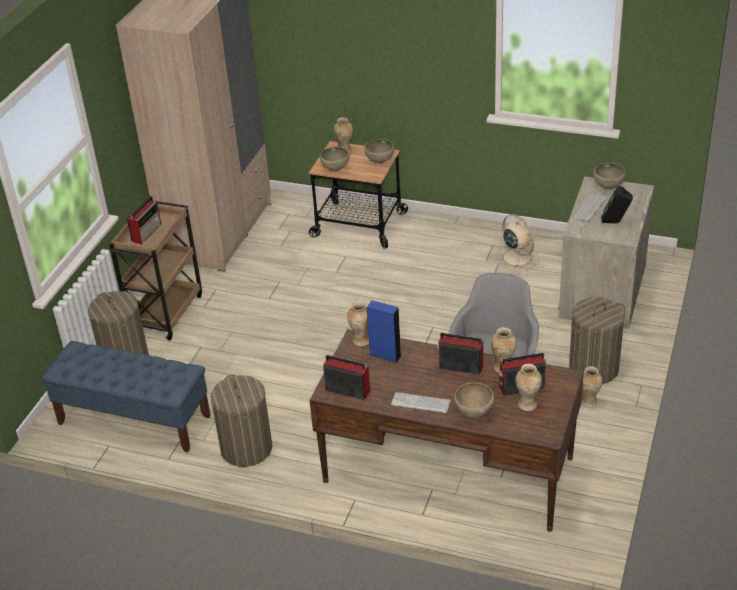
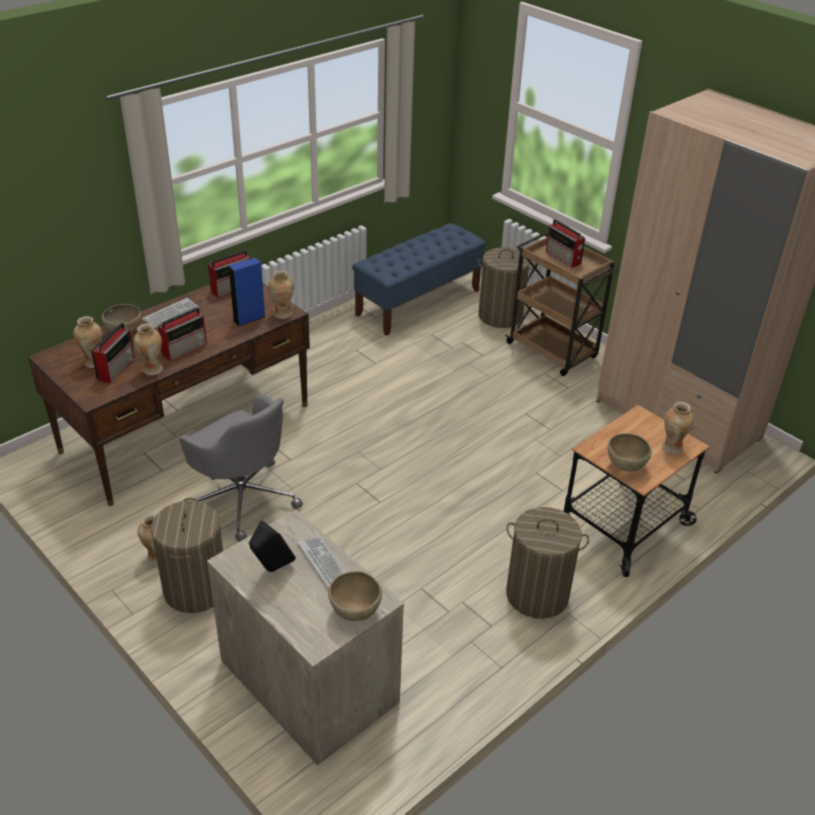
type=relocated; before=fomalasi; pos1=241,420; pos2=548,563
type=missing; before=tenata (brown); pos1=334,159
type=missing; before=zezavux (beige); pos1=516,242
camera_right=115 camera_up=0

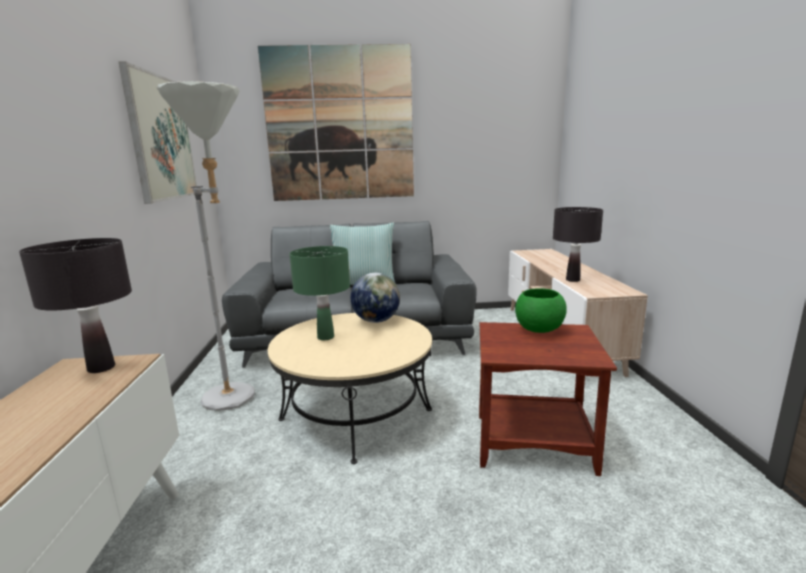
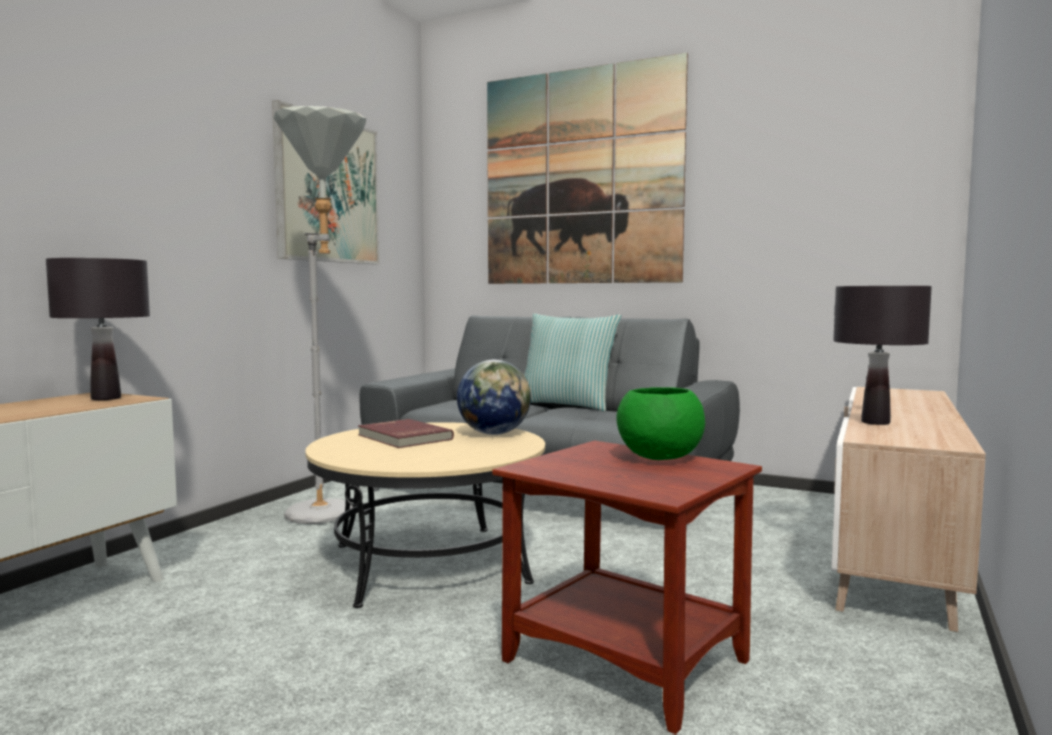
type=exchanged; before=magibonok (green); after=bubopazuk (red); pos1=320,293; pos2=406,433
camera_right=30 camera_up=-10

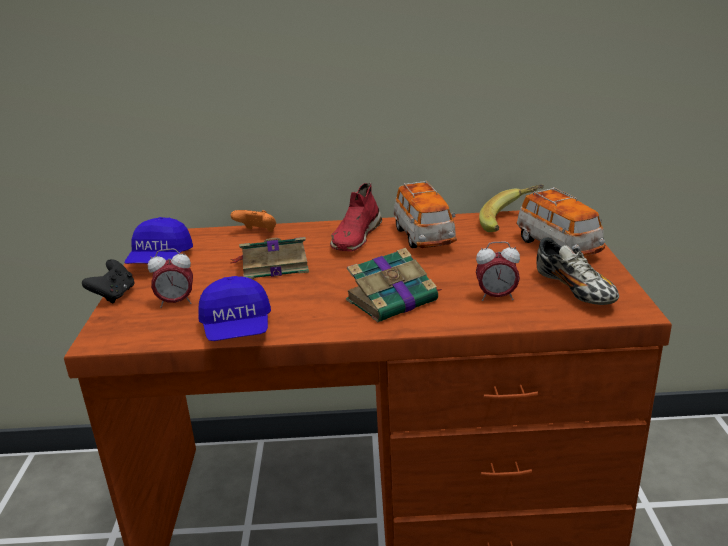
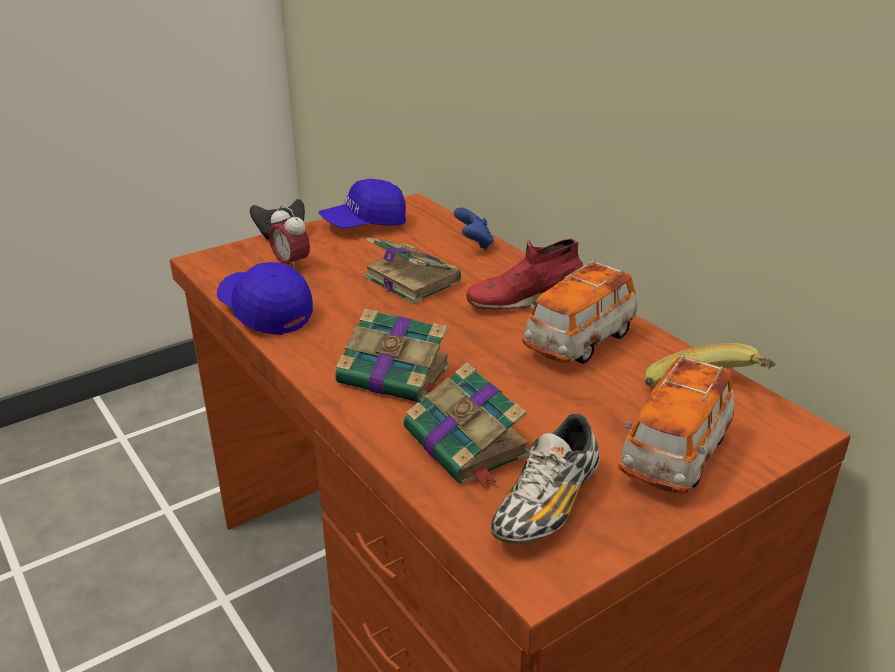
type=spun; before=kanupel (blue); pos1=234,308; pos2=265,298; turn=90
type=colour; before=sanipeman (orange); after=sanipeman (blue); pos1=253,221; pos2=474,228
type=exchanged; before=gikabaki; after=bubopazuk; pos1=498,271; pos2=466,424
camera_right=55 camera_up=5

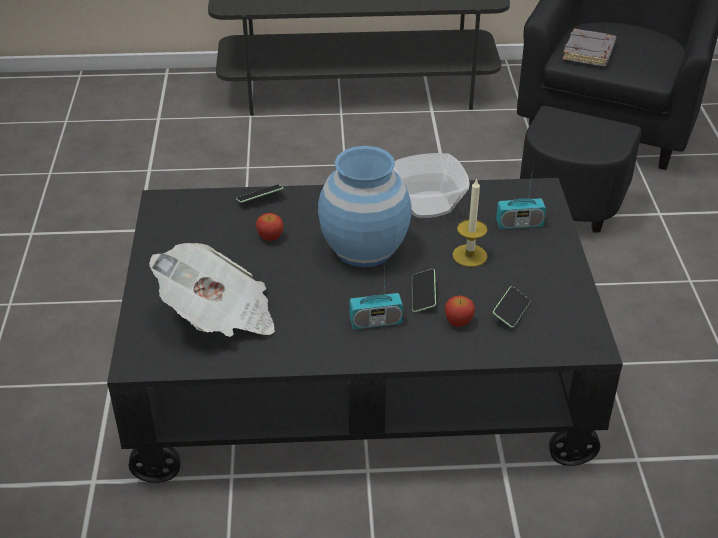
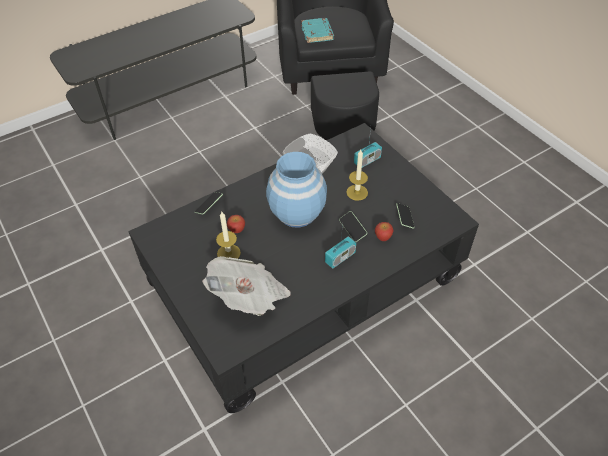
type=colour; before=bubopazuk (grey); after=bubopazuk (turquoise); pos1=589,47; pos2=317,30
type=appeared; after=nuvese; pos2=228,235
camera_right=-30 camera_up=10

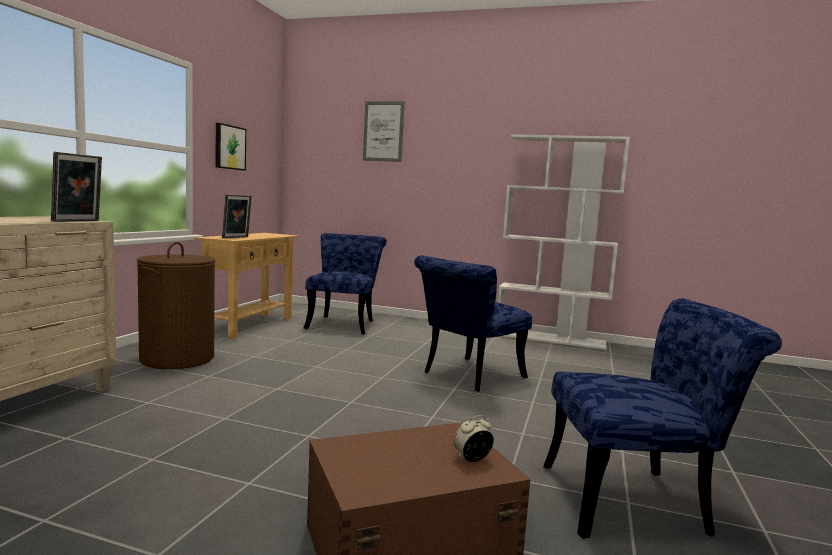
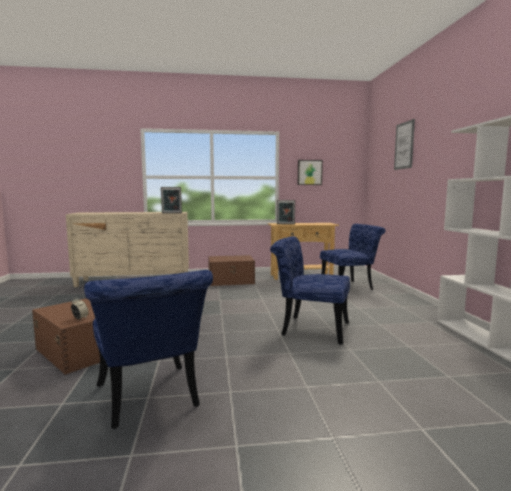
type=exchanged; before=fomalasi (brown); after=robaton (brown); pos1=176,305; pos2=231,270
camera_right=65 camera_up=0

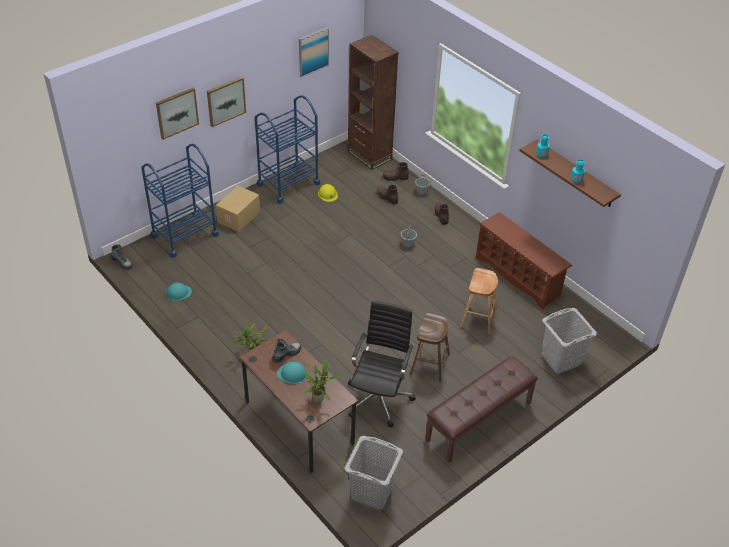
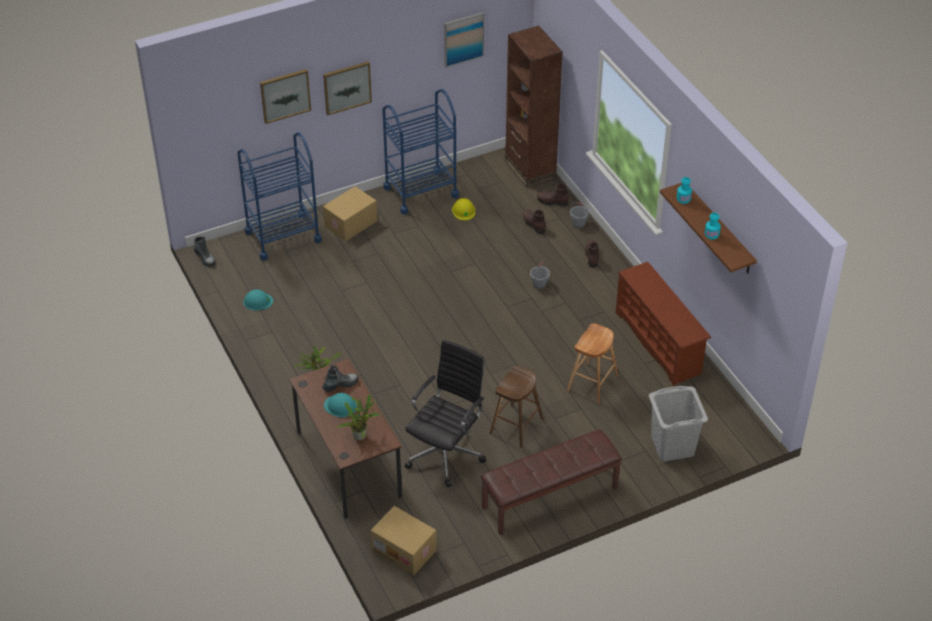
type=exchanged; before=fomalasi (grey); after=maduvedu; pos1=374,473; pos2=404,541
camera_right=15 camera_up=0

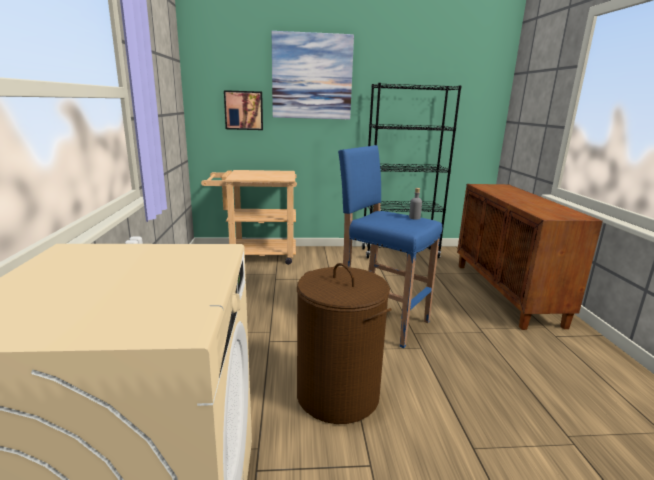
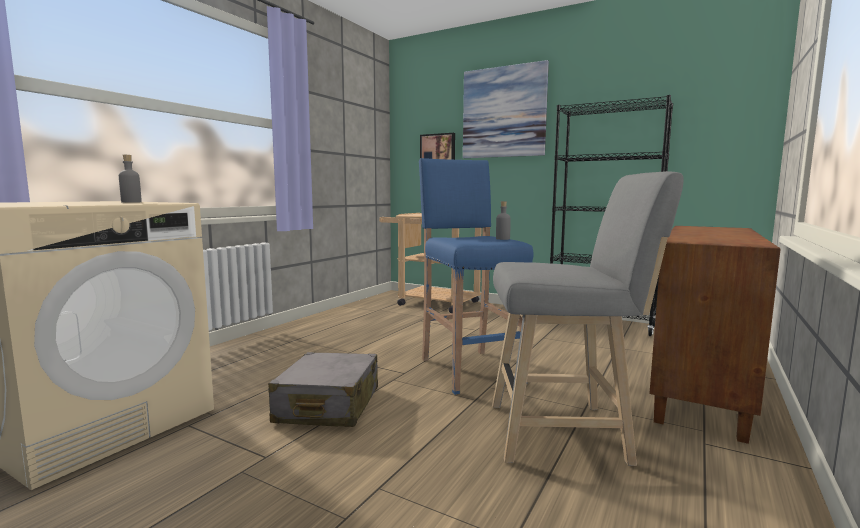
type=exchanged; before=fomalasi (brown); after=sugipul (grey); pos1=344,343; pos2=323,389
type=appeared; after=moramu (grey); pos2=130,179
type=appeared; after=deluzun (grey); pos2=588,318
camera_right=35 camera_up=-10

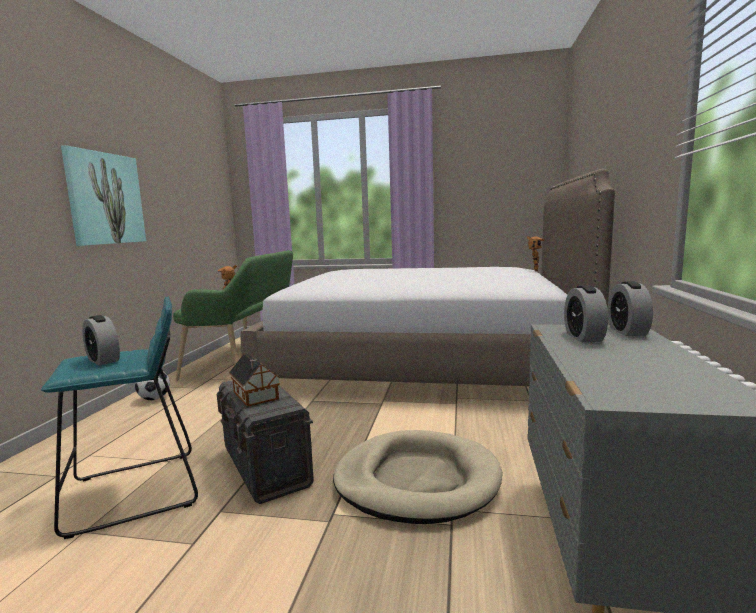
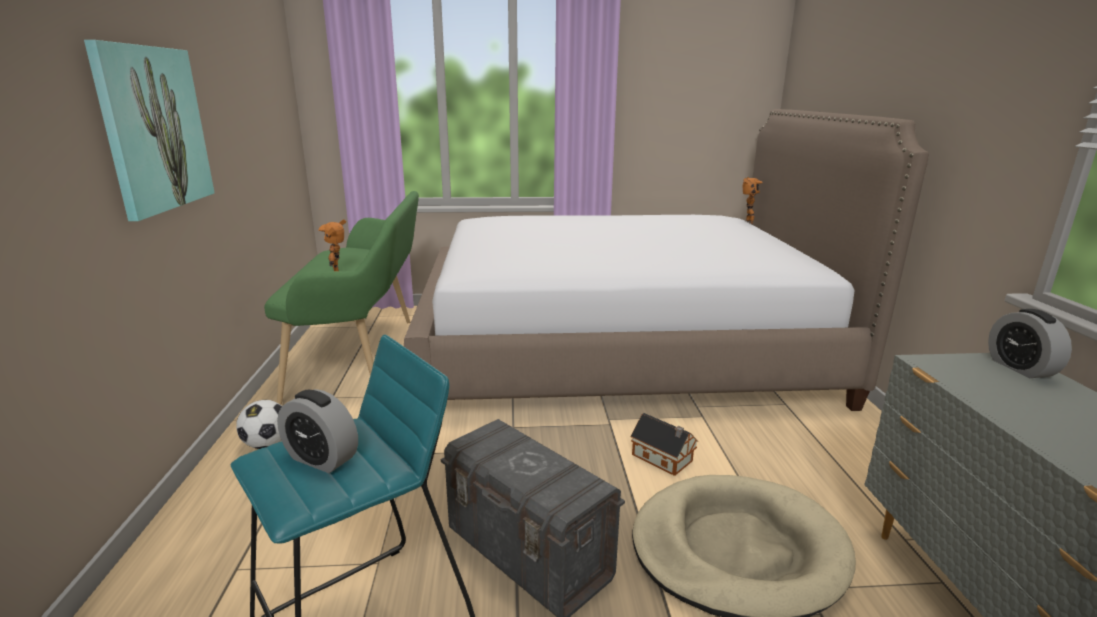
type=relocated; before=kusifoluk; pos1=255,380; pos2=664,444
type=missing; before=gikabaki; pos1=586,313
camera_right=-15 camera_up=10

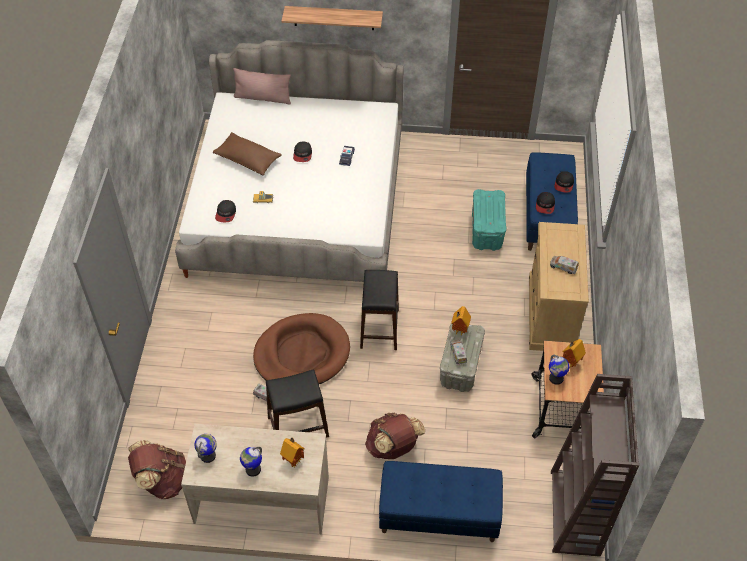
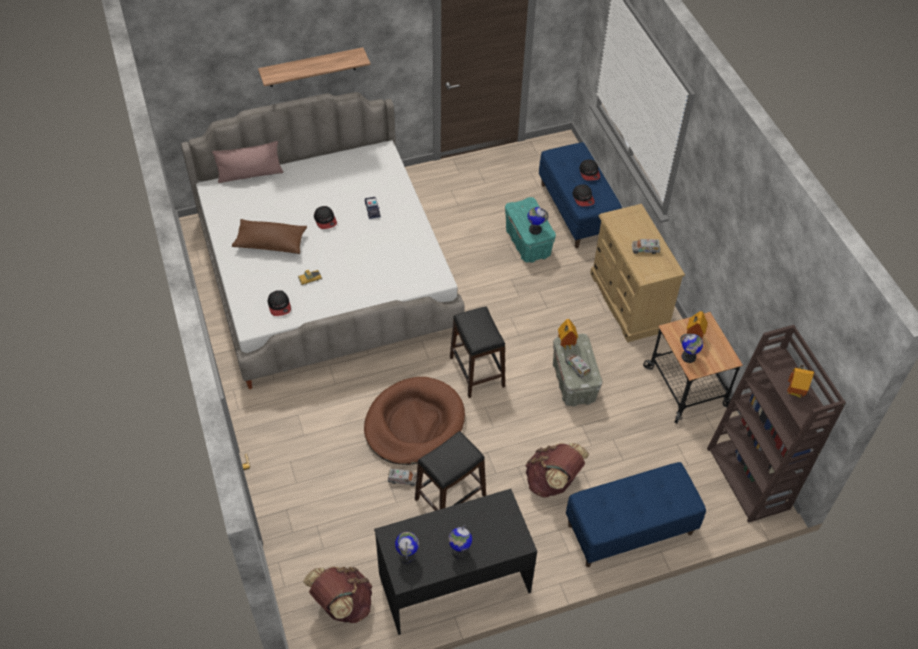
type=colour; before=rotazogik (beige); after=rotazogik (black); pos1=255,479; pos2=455,562
type=relocated; before=kusifoluk; pos1=292,452; pos2=800,381
type=appeared; after=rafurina; pos2=538,221
camera_right=-25 camera_up=0

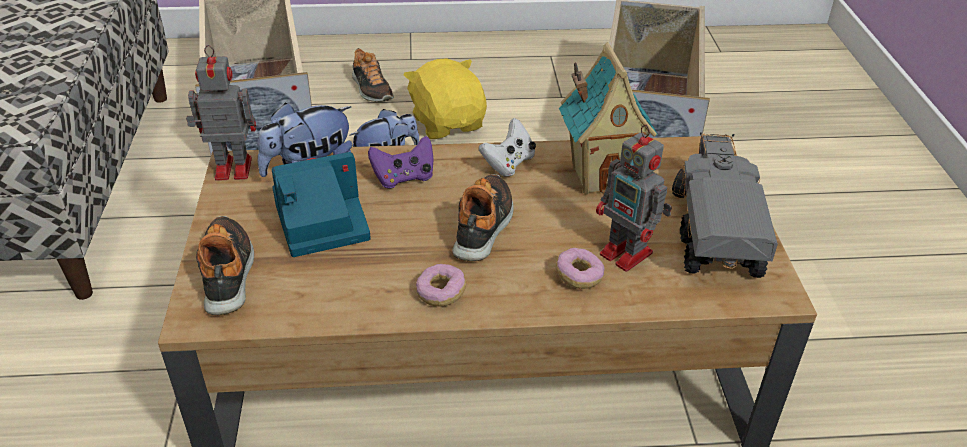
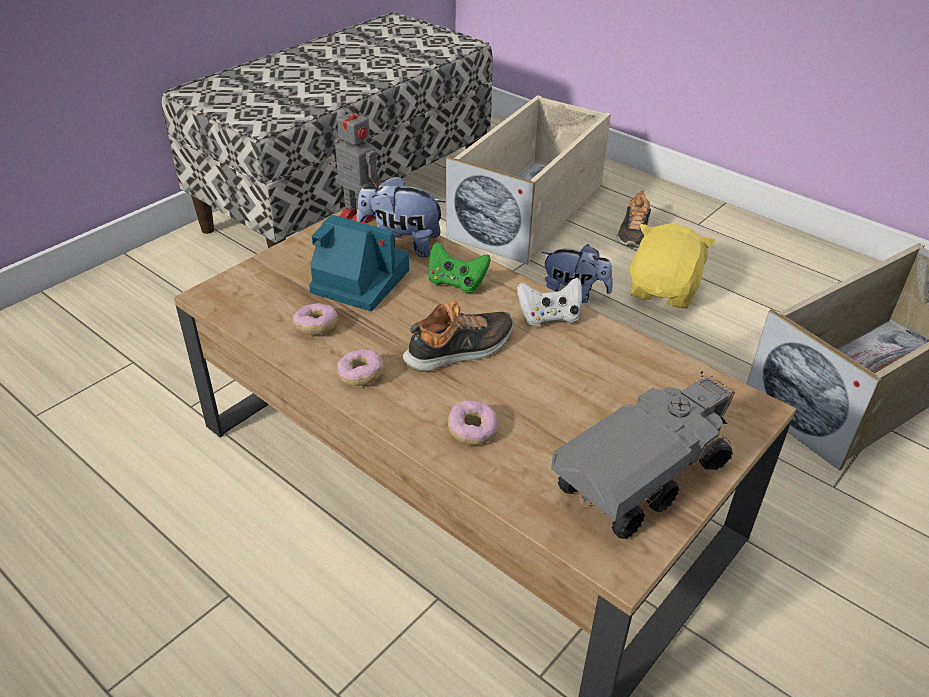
type=missing; before=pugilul; pos1=225,265
type=colour; before=sanipeman (purple); after=sanipeman (green); pos1=401,162; pos2=460,267
type=missing; before=kusifoluk; pos1=608,119
type=missing; before=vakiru; pos1=634,198
type=appeared; after=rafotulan; pos2=315,319
camera_right=45 camera_up=0

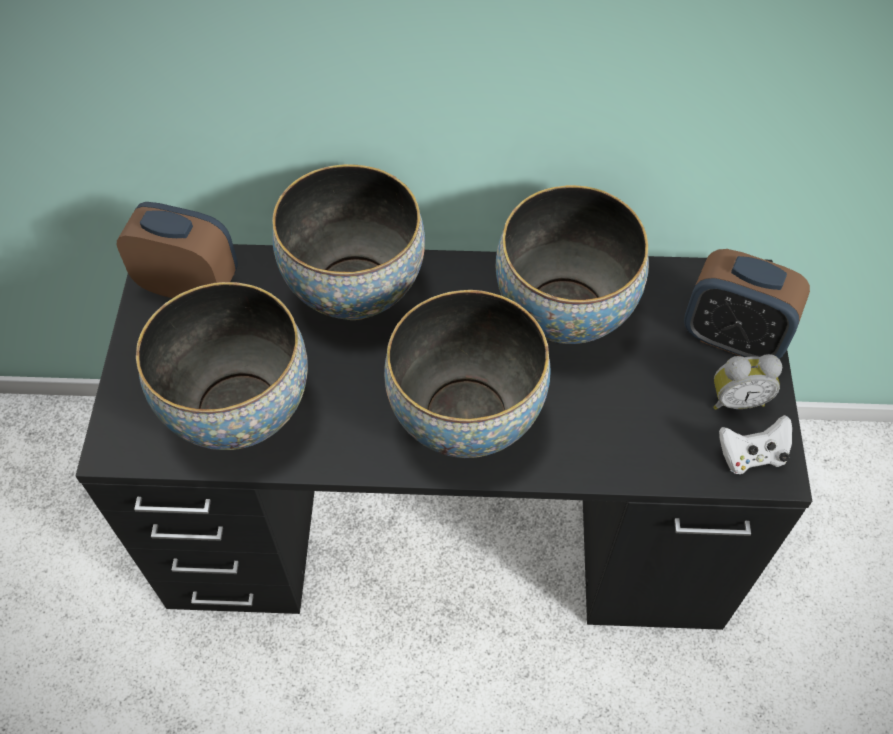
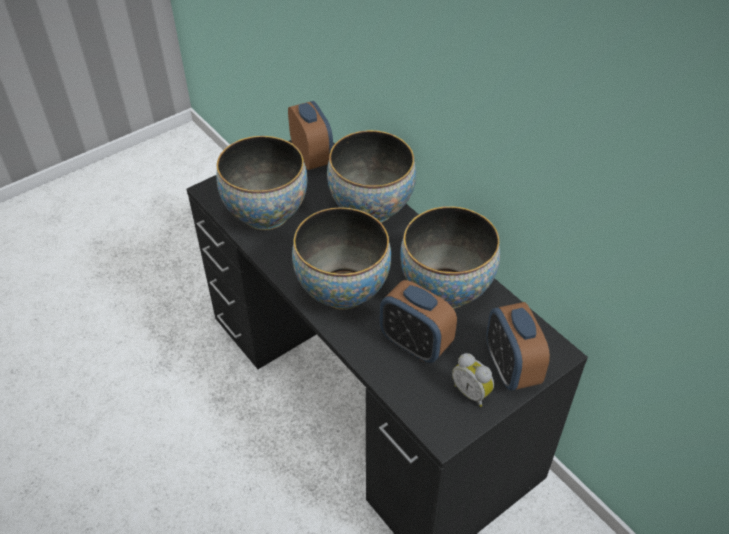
type=missing; before=sanipeman (white); pos1=755,444
type=appeared; after=gikabaki; pos2=418,321
camera_right=50 camera_up=-10

